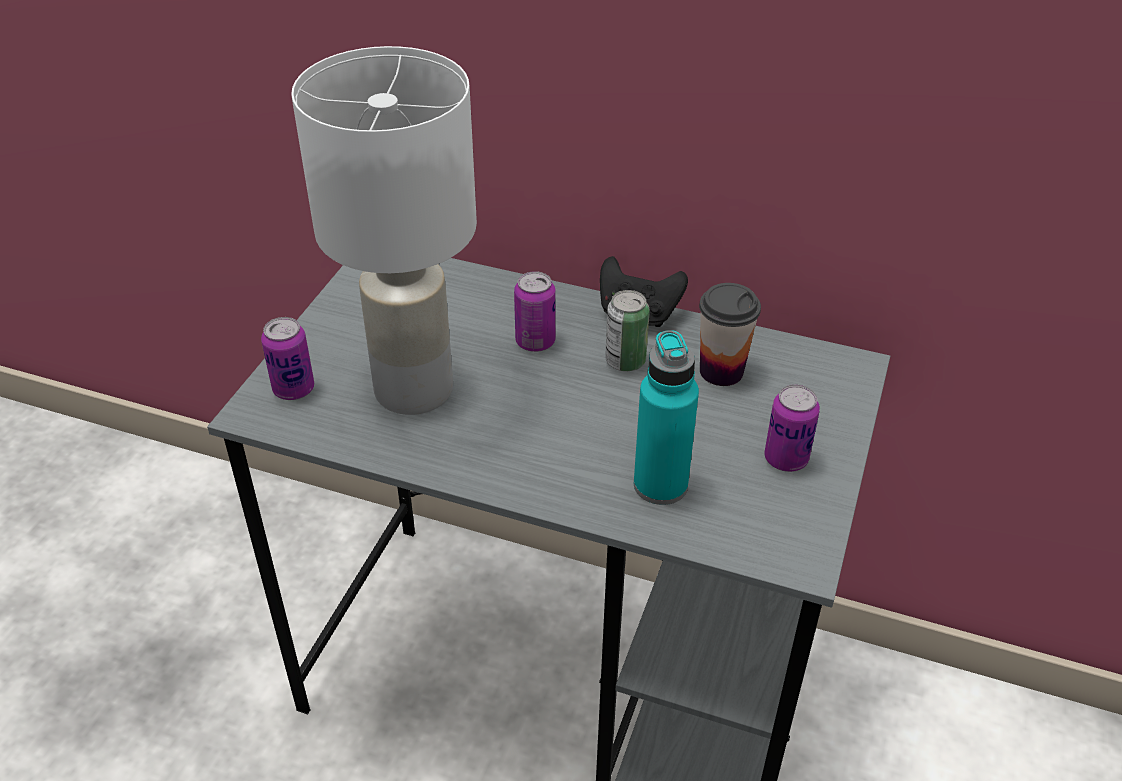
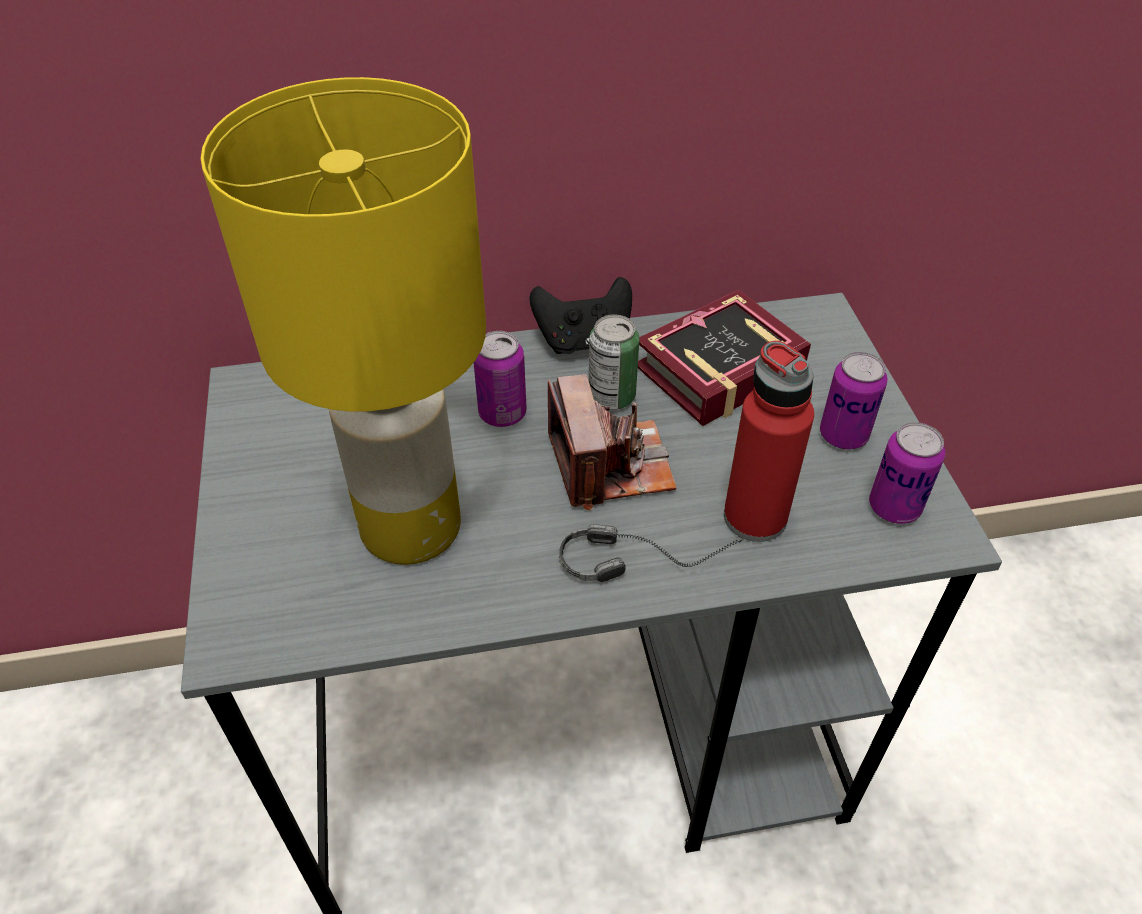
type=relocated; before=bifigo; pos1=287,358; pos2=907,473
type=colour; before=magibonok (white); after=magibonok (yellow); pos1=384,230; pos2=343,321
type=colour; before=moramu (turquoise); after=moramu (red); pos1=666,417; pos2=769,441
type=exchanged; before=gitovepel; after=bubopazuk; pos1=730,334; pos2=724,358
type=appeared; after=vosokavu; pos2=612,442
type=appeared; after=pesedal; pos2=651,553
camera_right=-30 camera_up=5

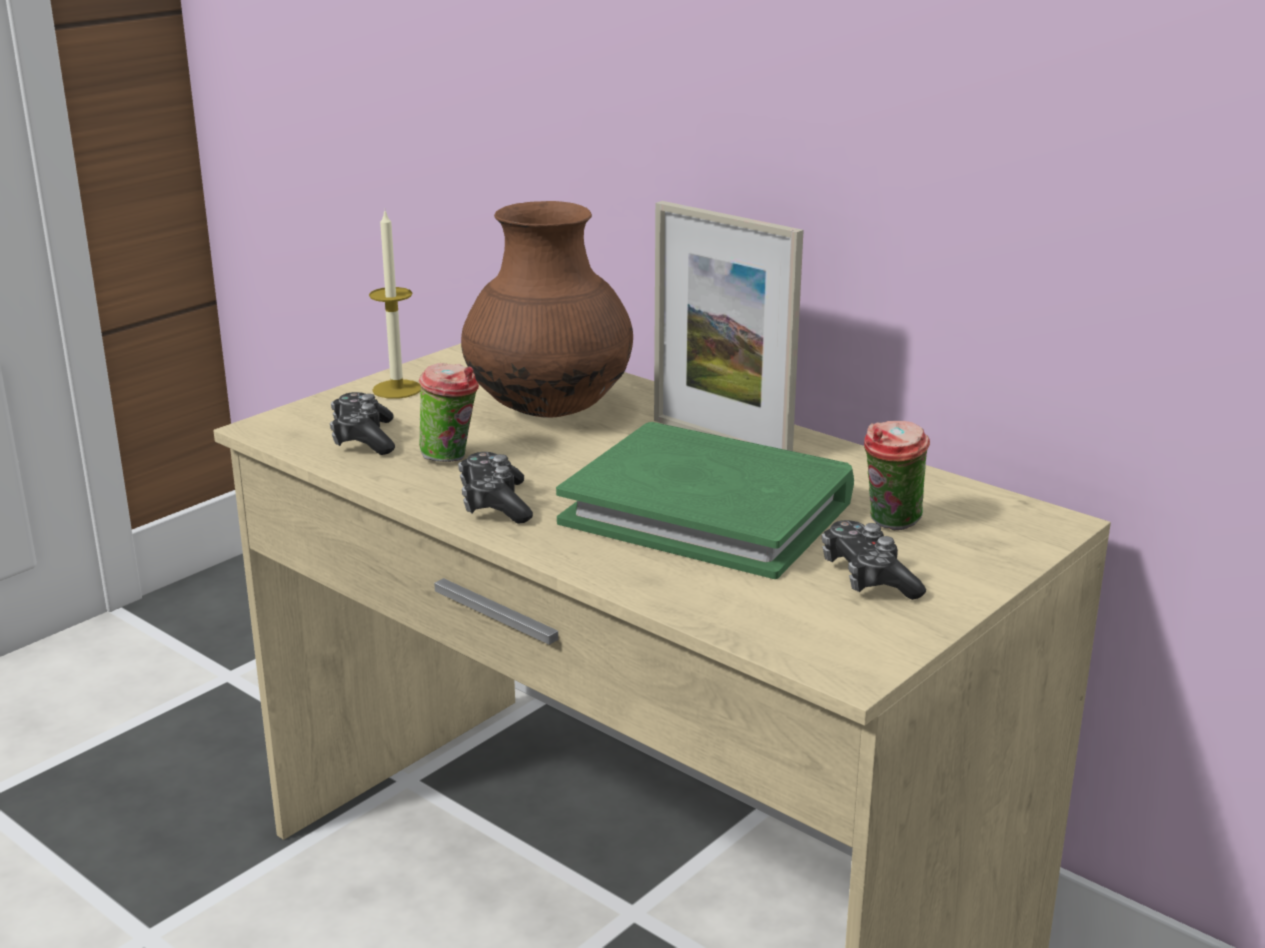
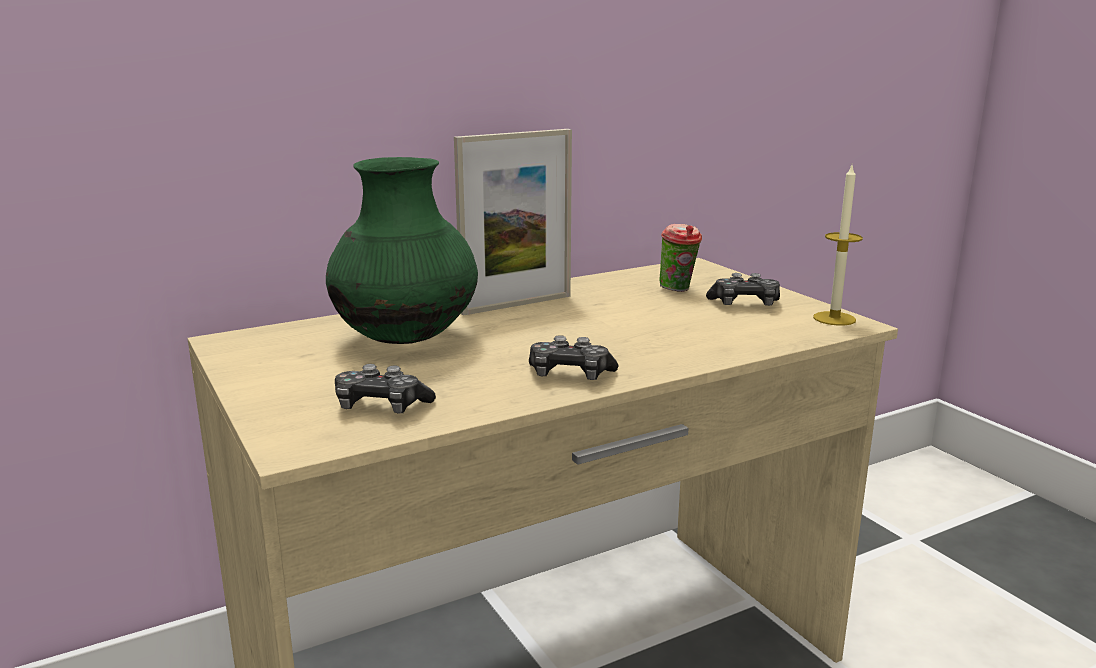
type=relocated; before=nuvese; pos1=395,305; pos2=838,245
type=missing; before=gitovepel; pos1=449,412
type=colour; before=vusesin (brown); after=vusesin (green); pos1=547,309; pos2=402,250
type=missing; before=bubopazuk (green); pos1=705,500
camera_right=-70 camera_up=-5

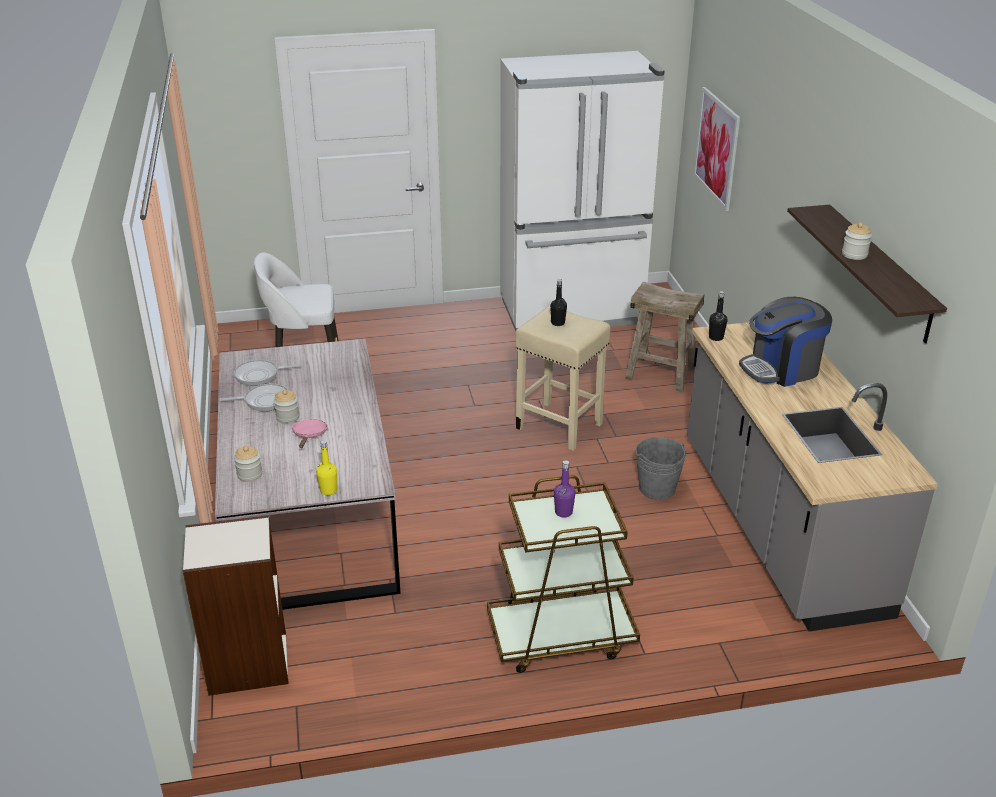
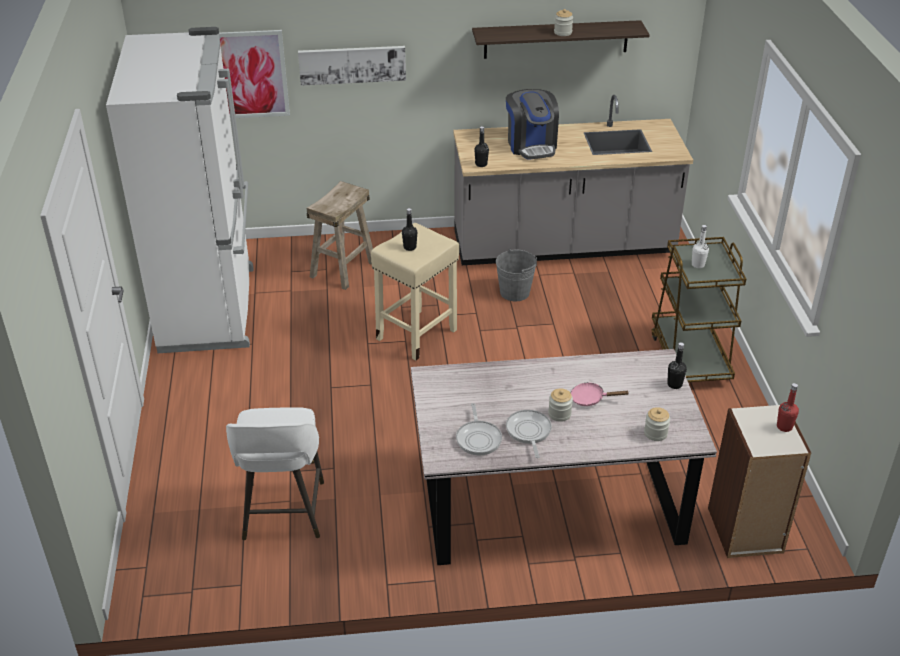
type=colour; before=moramu (yellow); after=moramu (black); pos1=326,467; pos2=677,365
type=colour; before=moramu (purple); after=moramu (white); pos1=565,489; pos2=700,246
type=appeared; after=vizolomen; pos2=352,66
type=appeared; after=moramu (red); pos2=788,407
camera_right=-85 camera_up=5

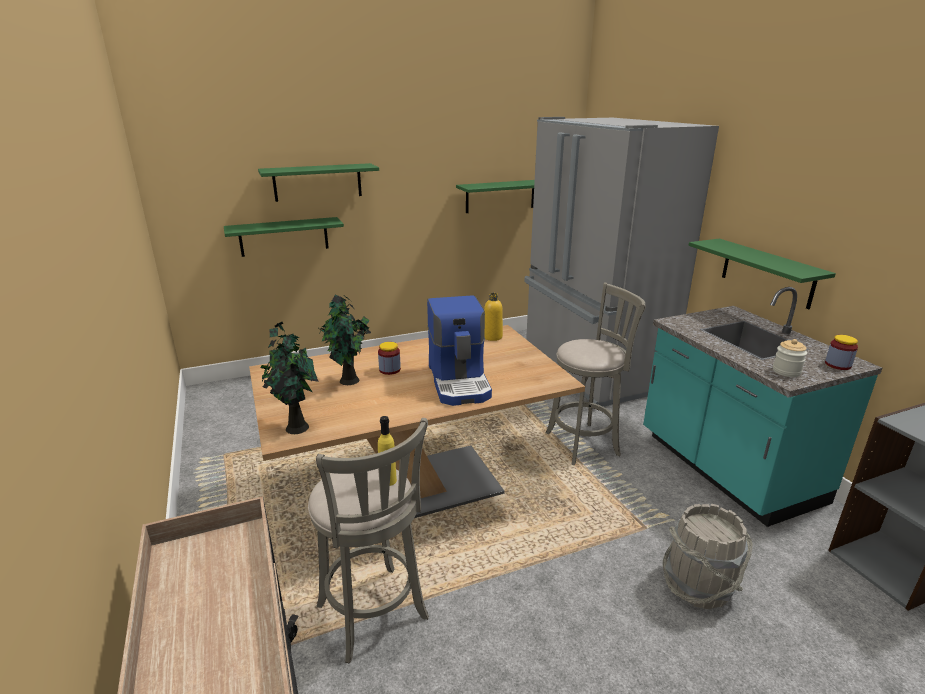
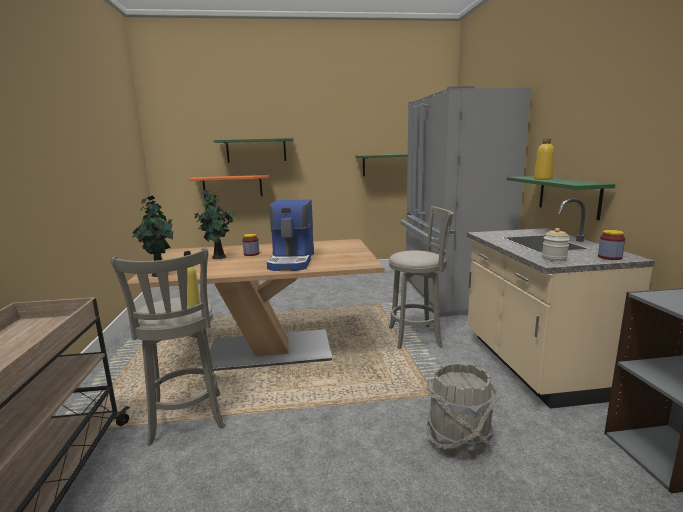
type=colour; before=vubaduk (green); after=vubaduk (orange); pos1=284,237; pos2=229,187
type=relocated; before=moramu (yellow); pos1=493,317; pos2=544,159
type=colour; before=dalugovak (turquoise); after=dalugovak (beige); pos1=762,407; pos2=561,303
camera_right=15 camera_up=-10

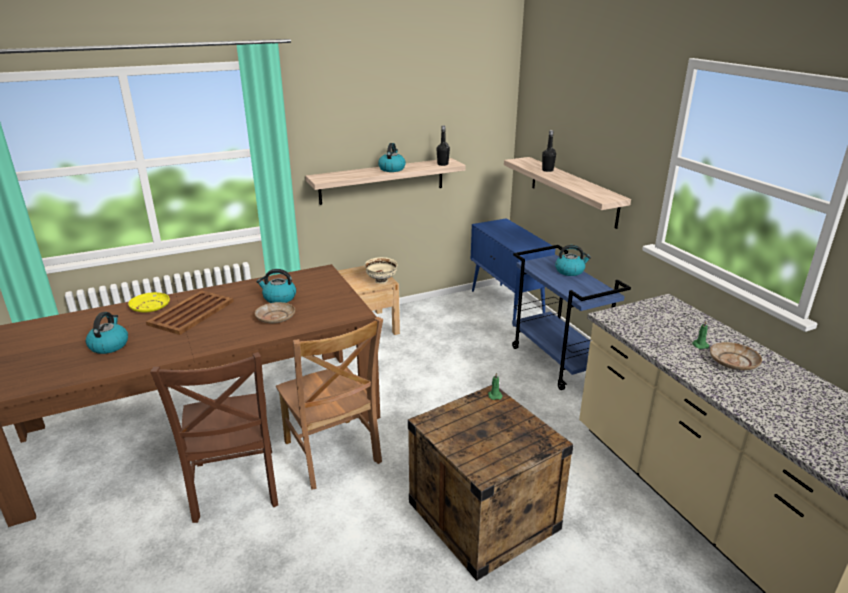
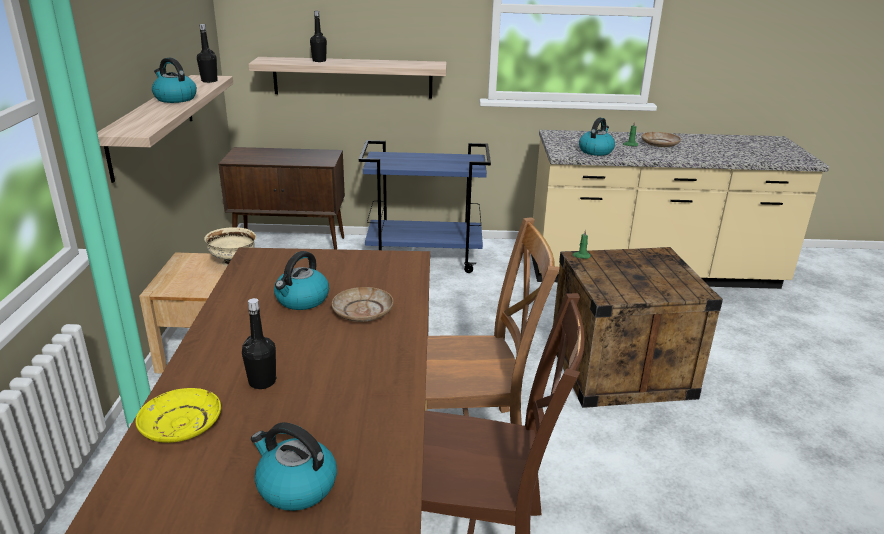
type=exchanged; before=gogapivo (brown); after=moramu (black); pos1=190,312; pos2=259,343
type=colour; before=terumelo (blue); after=terumelo (brown); pos1=513,272; pos2=281,198
type=relocated; before=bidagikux; pos1=573,260; pos2=597,137
camera_right=-65 camera_up=0

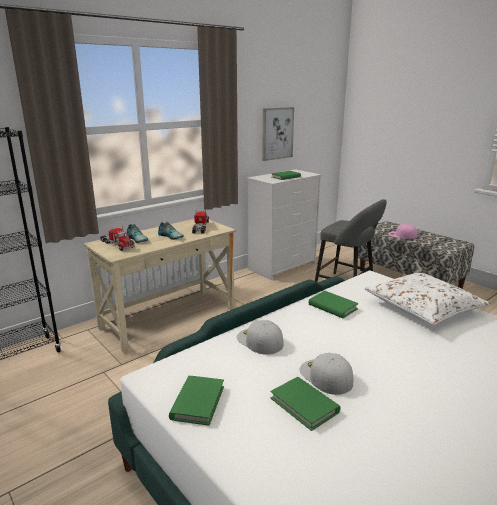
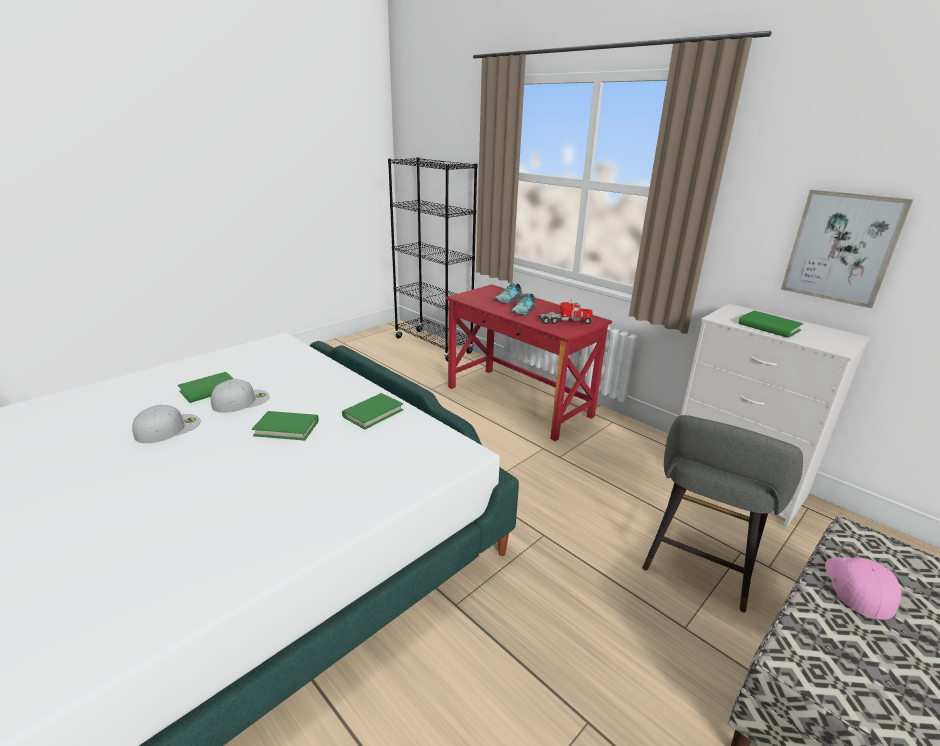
type=colour; before=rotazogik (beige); after=rotazogik (red); pos1=159,286; pos2=529,363
type=missing; before=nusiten; pos1=117,238
type=relocated; before=bubopazuk (green); pos1=196,401; pos2=285,426
type=relocated; before=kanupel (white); pos1=260,337; pos2=166,424
type=missing; before=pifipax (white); pos1=427,299
camera_right=85 camera_up=5

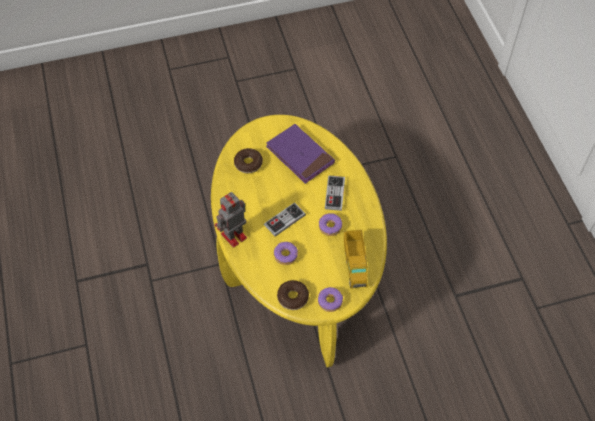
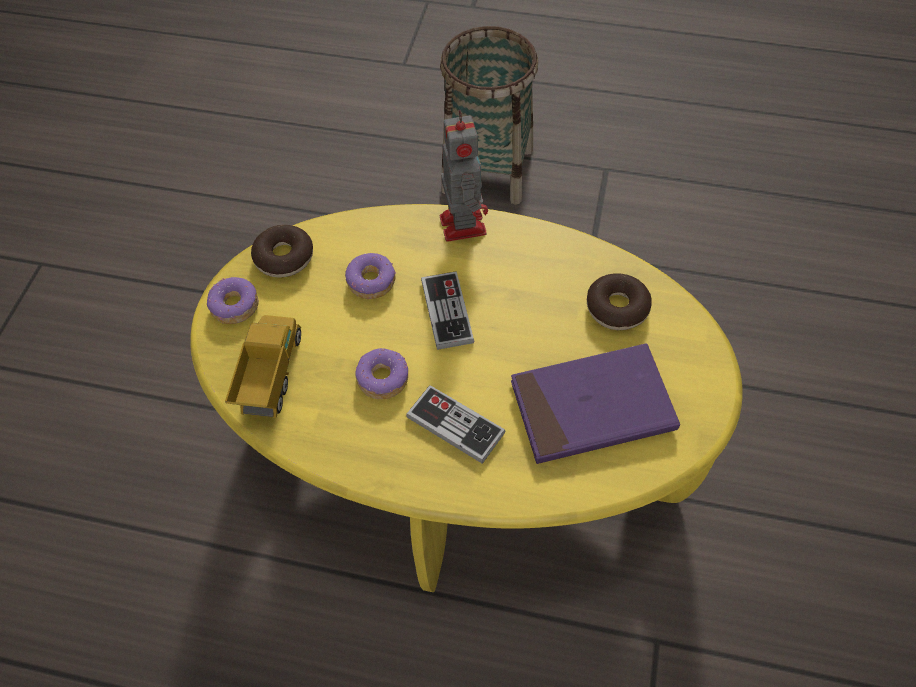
type=spun; before=nusiten; pos1=356,259; pos2=263,366; turn=75
type=appeared; after=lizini; pos2=489,115
camera_right=120 camera_up=0

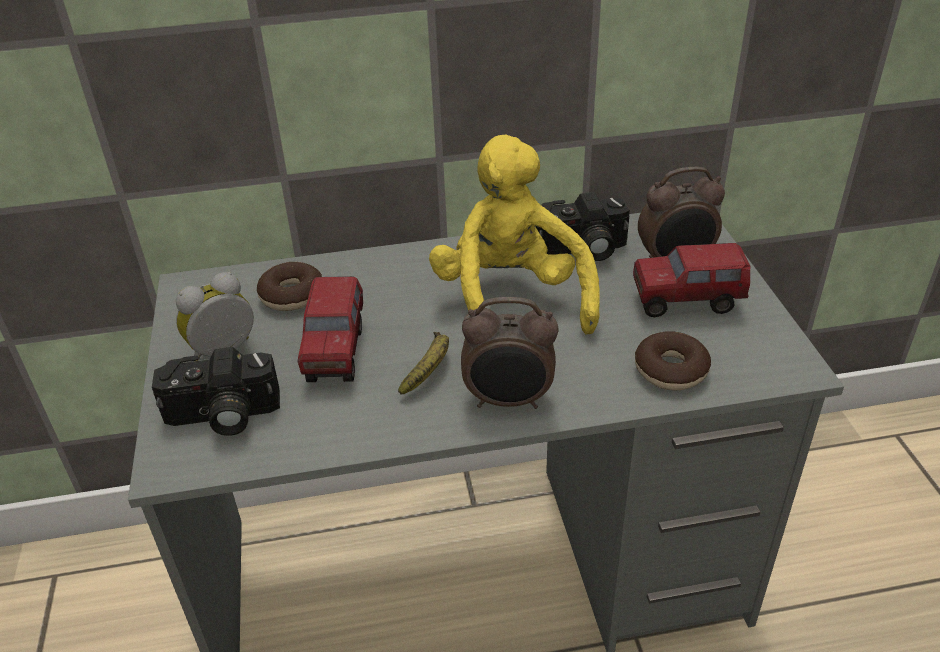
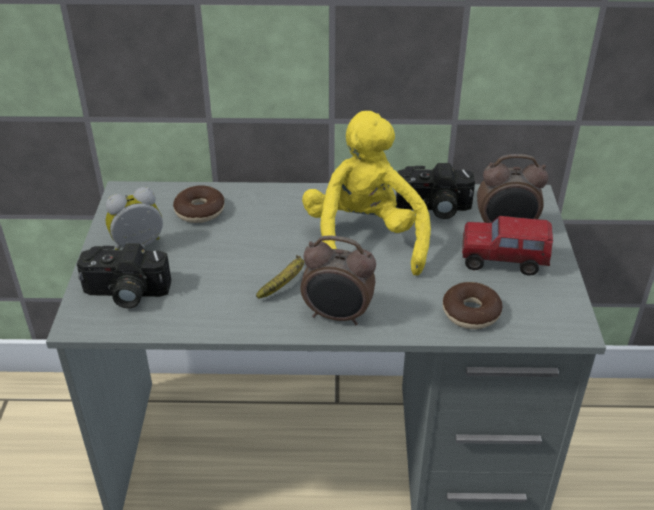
type=missing; before=nusiten; pos1=330,329
camera_right=10 camera_up=0

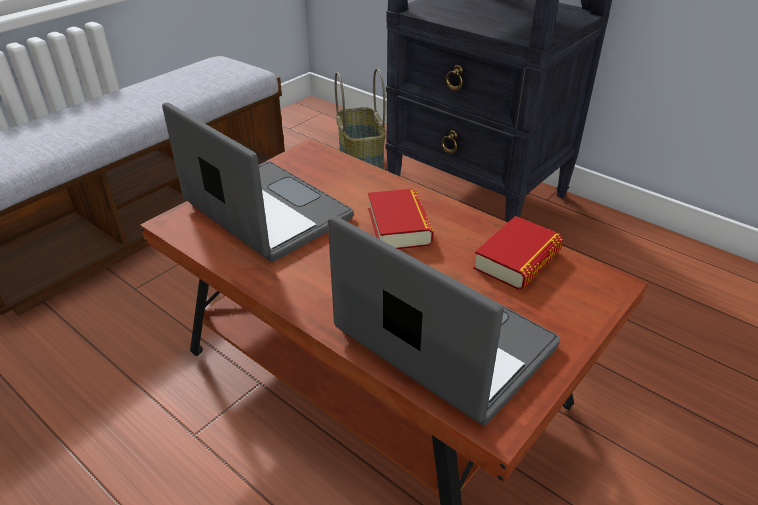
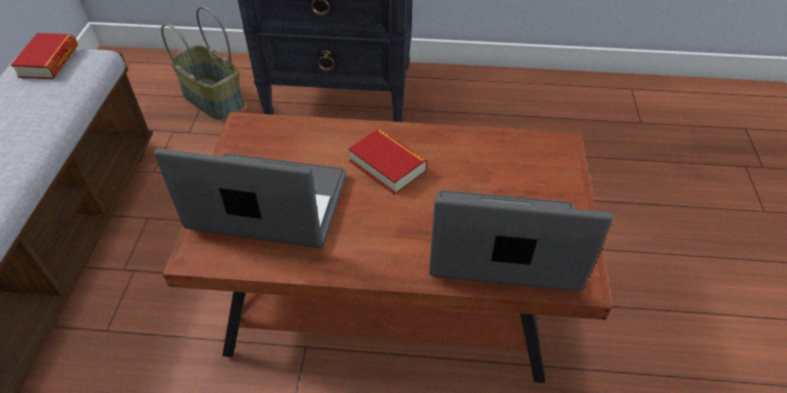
type=relocated; before=bubopazuk; pos1=518,253; pos2=44,56
camera_right=-35 camera_up=10

